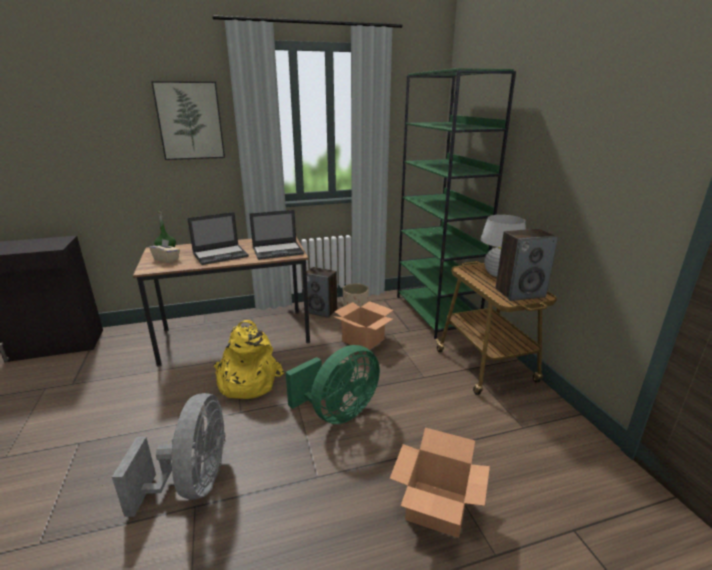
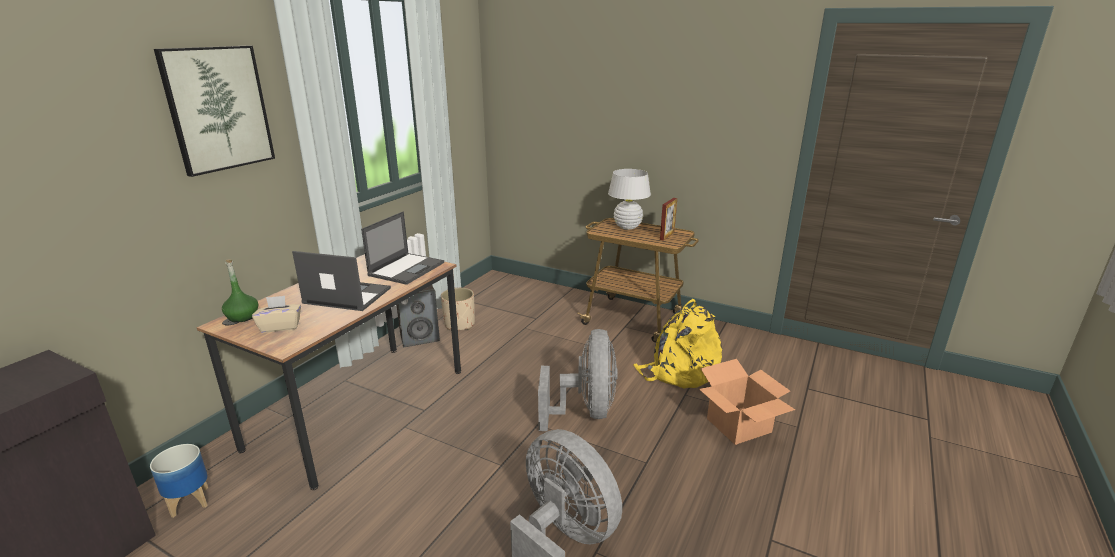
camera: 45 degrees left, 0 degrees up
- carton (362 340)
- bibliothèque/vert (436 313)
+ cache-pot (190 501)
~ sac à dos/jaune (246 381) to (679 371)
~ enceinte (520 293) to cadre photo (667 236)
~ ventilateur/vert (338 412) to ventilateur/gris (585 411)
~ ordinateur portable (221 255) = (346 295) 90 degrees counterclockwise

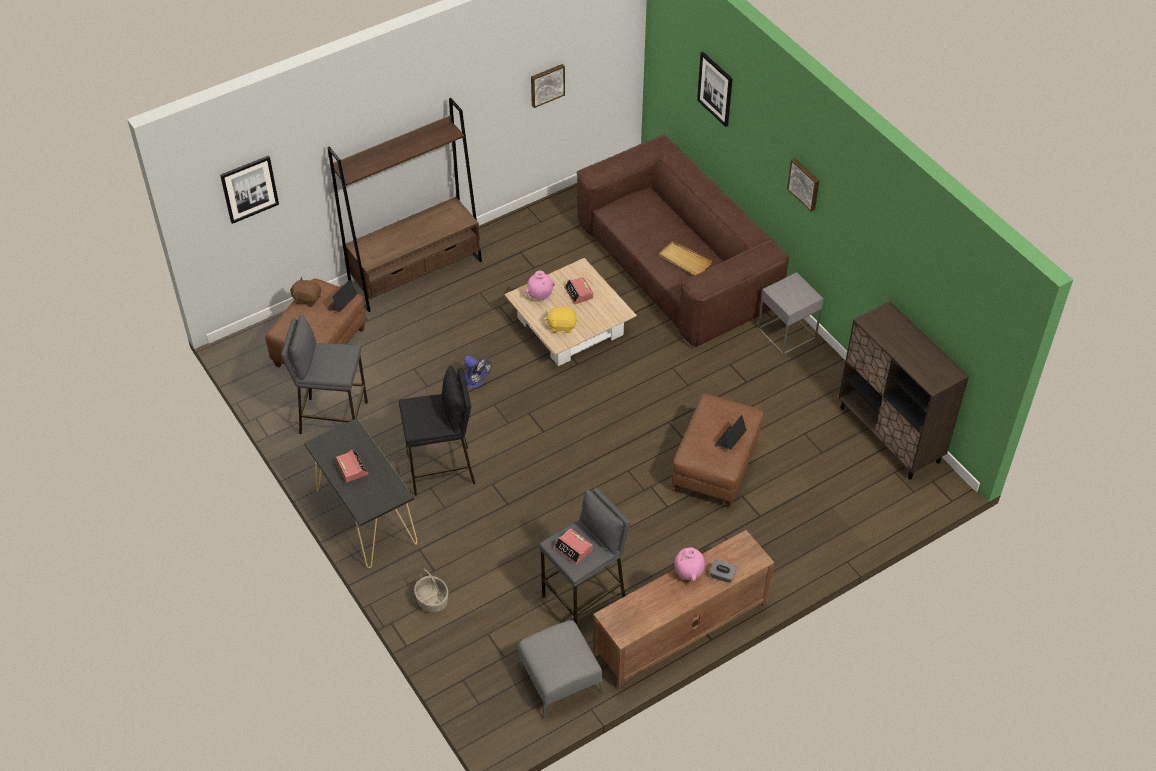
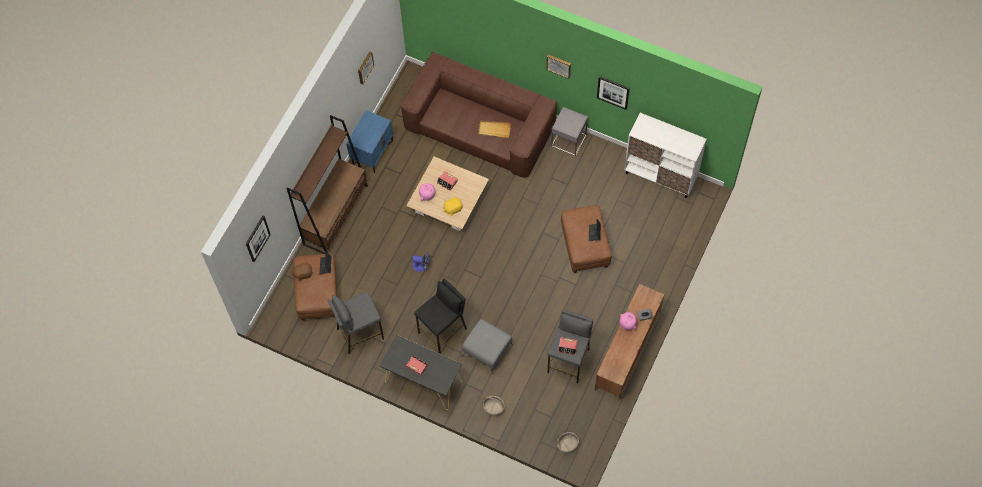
camera: 30 degrees left, 15 degrees up
+ table de chevet/bleu (372 152)
+ panier (567 445)
~ pouf/gris (560 678) to (487 350)
~ tableau (715 89) to (613 92)
~ meuble de rangement/marron (890 435) to meuble de rangement/blanc (660 176)

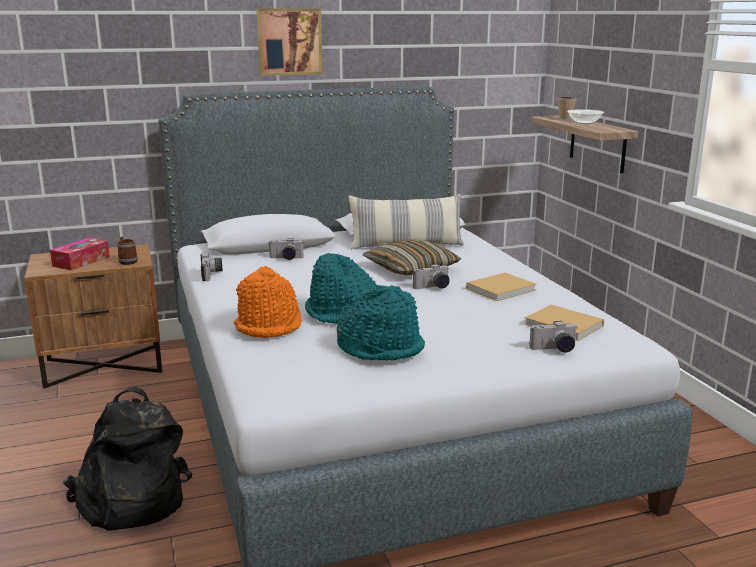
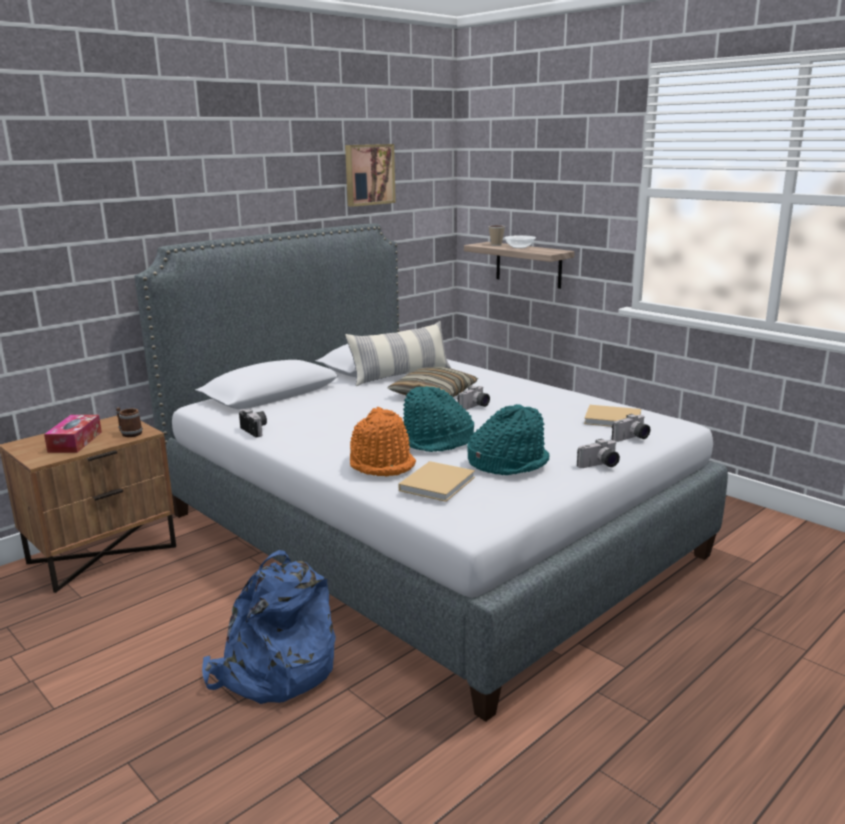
camera: 25 degrees left, 0 degrees up
~ tableau (289 41) to (368 174)
~ appareil photo (285 258) to (600 466)
~ livre/beige (502 289) to (438 483)
~ sac à dos/noir (130 501) to sac à dos/bleu (274 671)

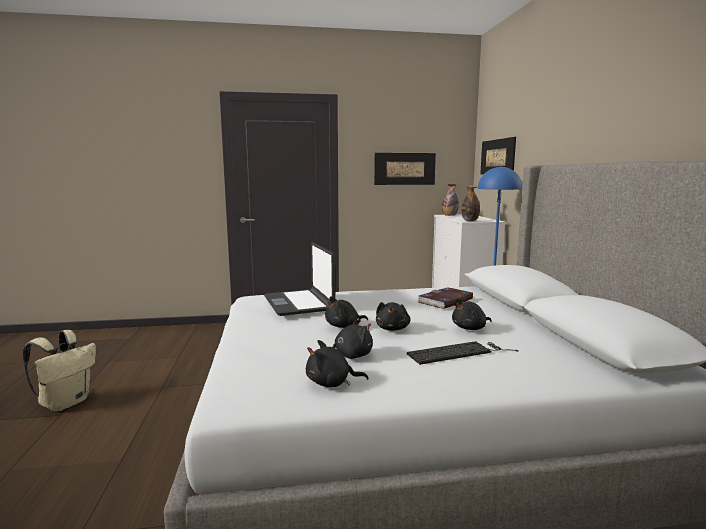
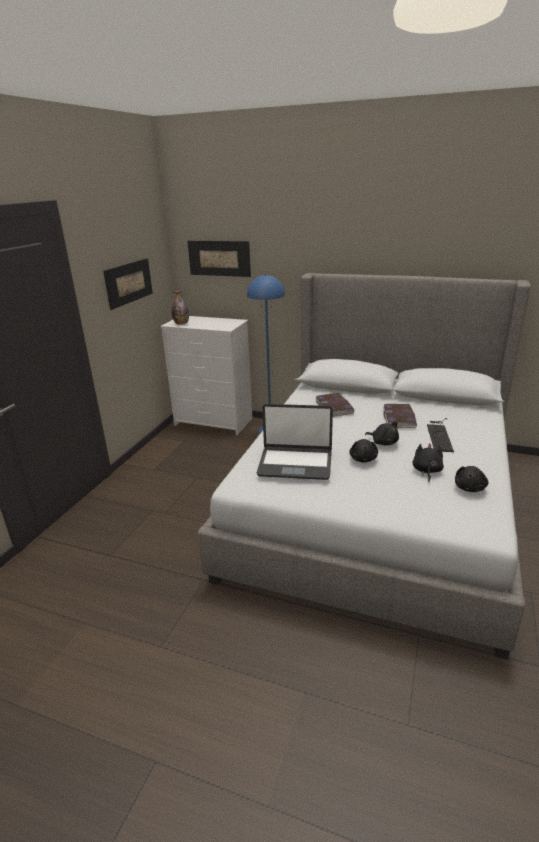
camera: 60 degrees left, 15 degrees up
- sac à dos/beige (66 402)
- bouteille (470 220)
~ peluche/noir (470 328) to livre (399 418)

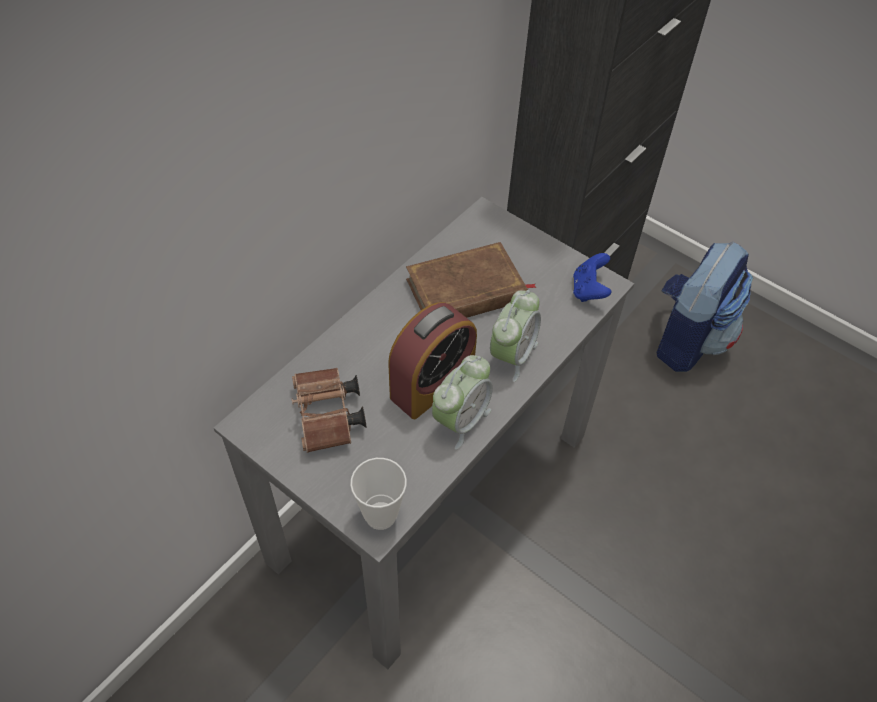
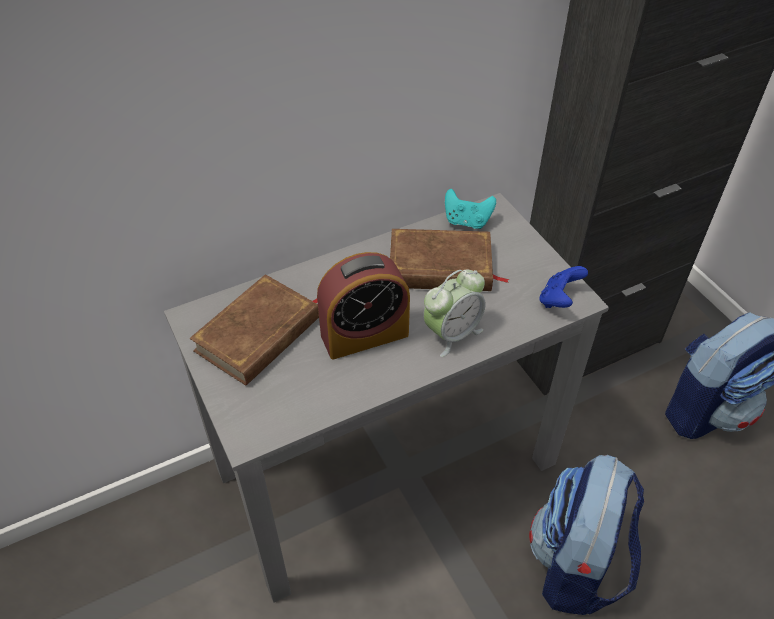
camera: 25 degrees right, 5 degrees down
- tasse (380 515)
- réveil (460 420)
+ manette/turquoise (467 221)
+ sac à dos (576 565)
~ jumelles/marron (328 419) to livre/marron (259 334)

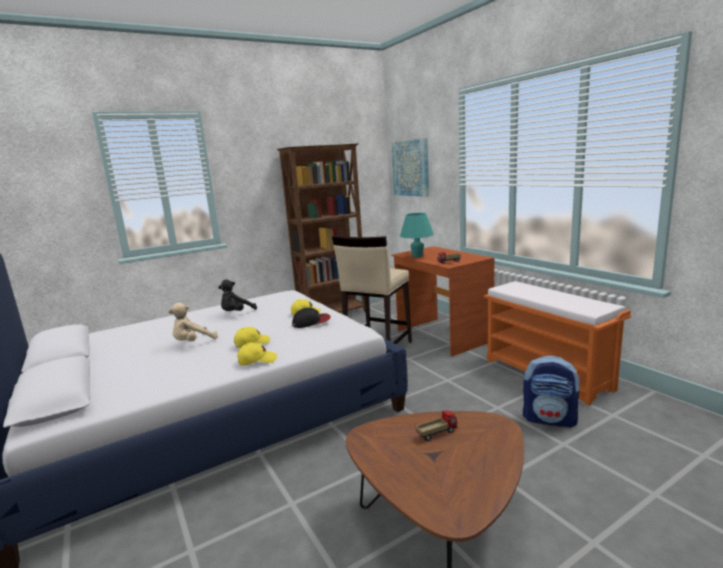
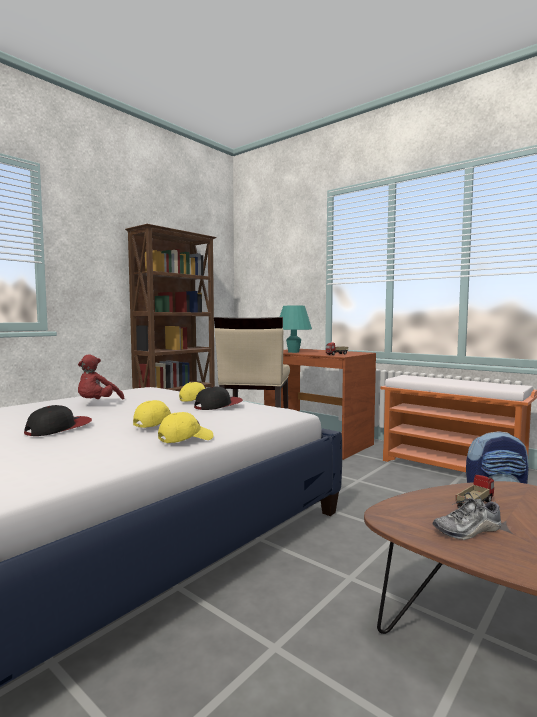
camera: 20 degrees left, 10 degrees down
- tableau (411 168)
+ chaussure (468 530)
~ peluche/beige (193 342) to casquette (59 428)
~ peluche/noir (236 313) to peluche/rouge (97 403)

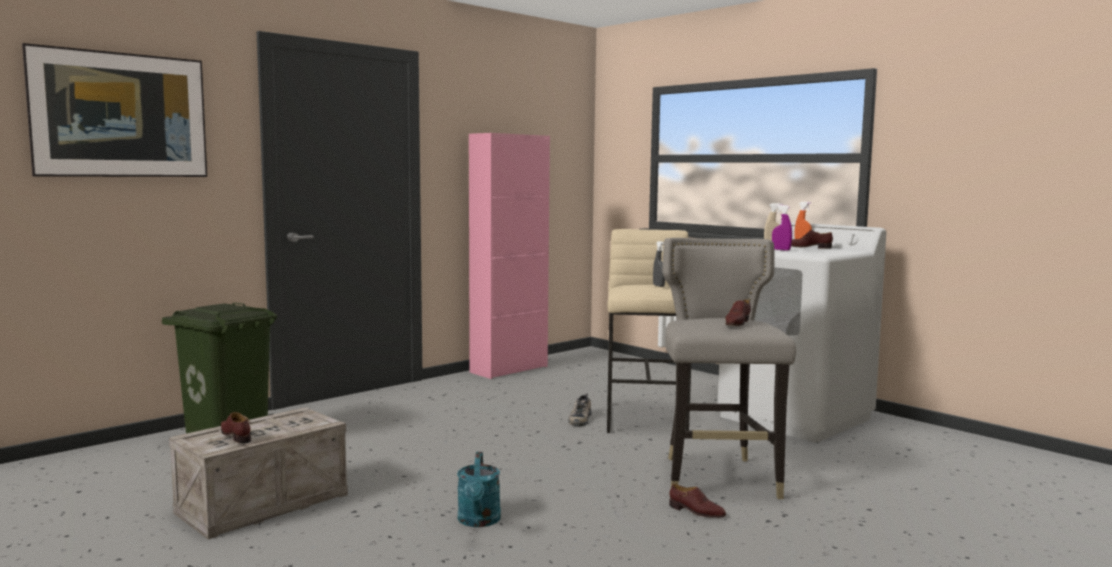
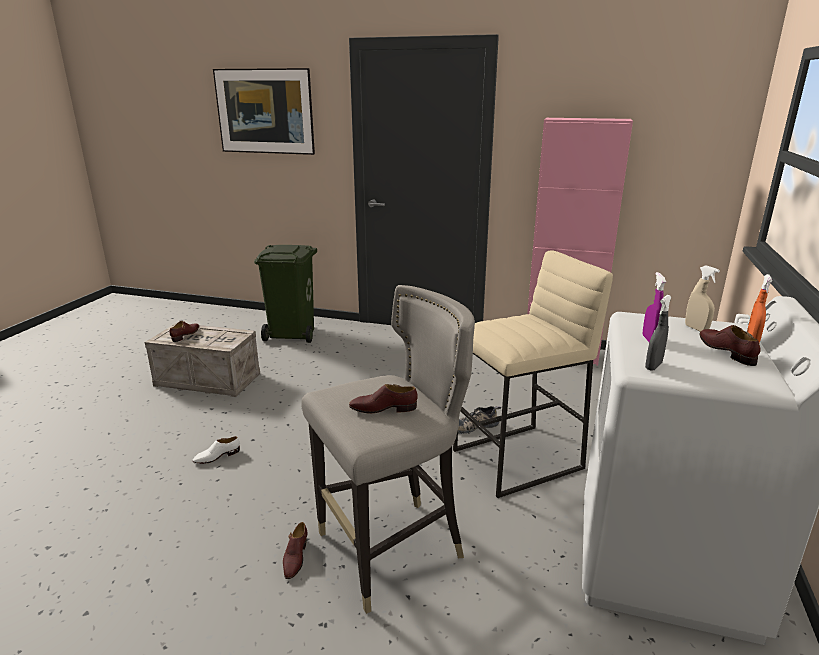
camera: 60 degrees right, 15 degrees up
~ vaporisateur/gris (658 286) to (653 366)
~ arrosoir/turquoise (479 521) to chaussure/blanc (217 456)

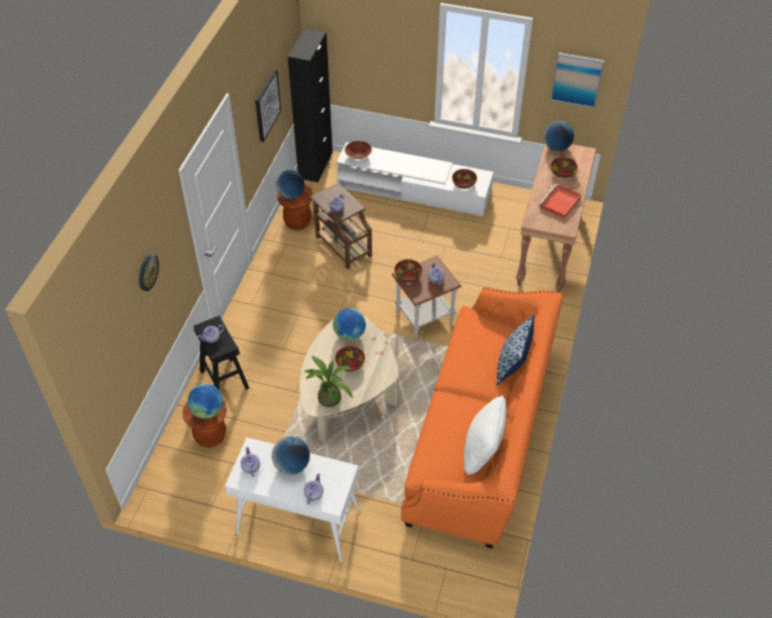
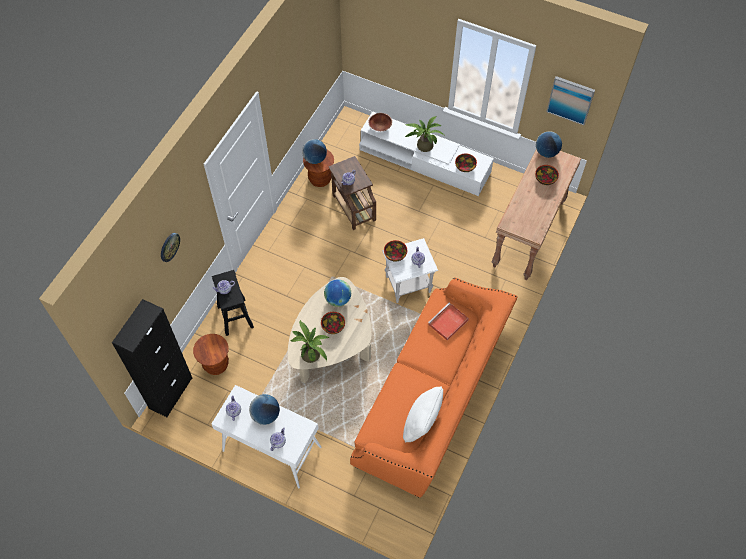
camera: 10 degrees right, 10 degrees up
- globe (207 411)
- tableau (266 105)
- coussin (512 366)
+ plante en pot (423 145)
~ meuble de rangement/noir (315 165) to (171 393)
~ plateau/rouge (559 203) to (448 323)
~ table d'appoint/marron (424 317) to table d'appoint/blanc (407 284)

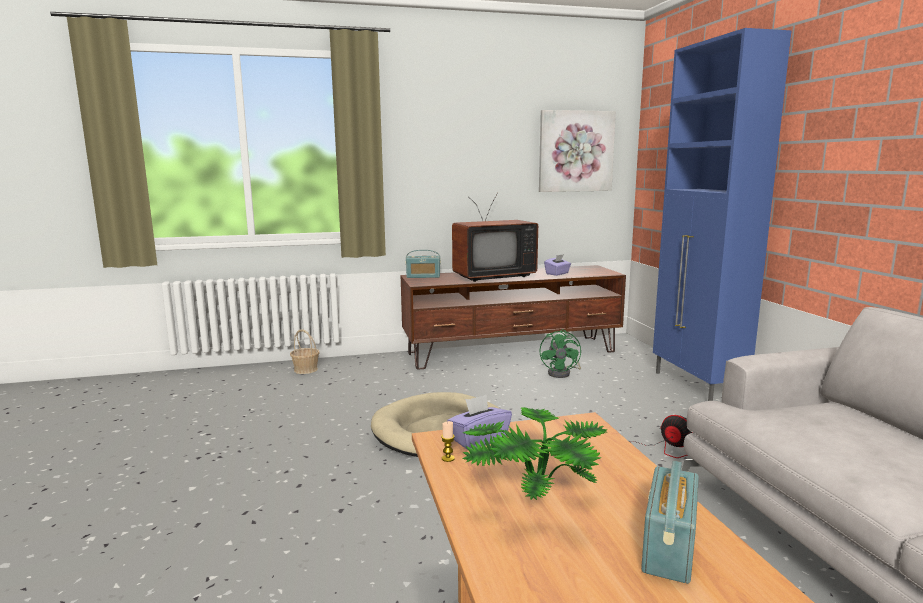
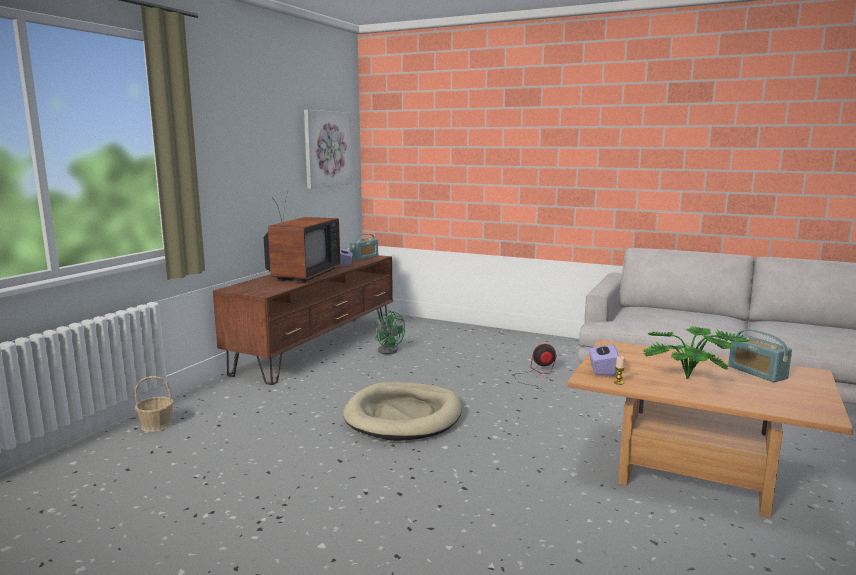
camera: 50 degrees left, 0 degrees up
- meuble de rangement/bleu (697 386)
~ radio (423 276) to (364 257)

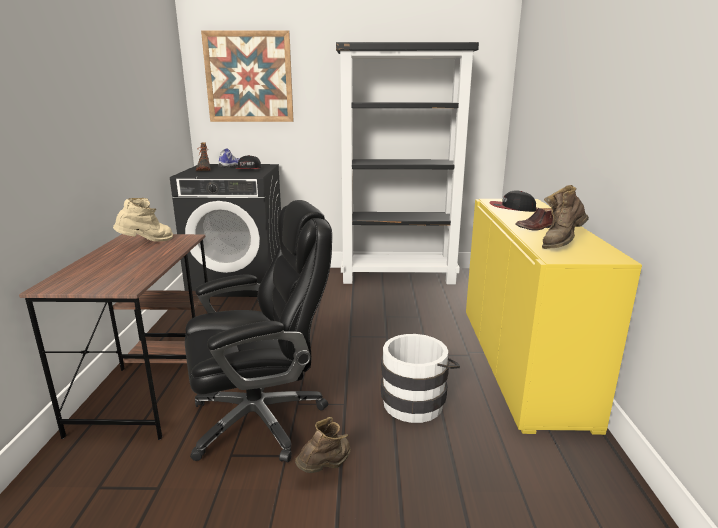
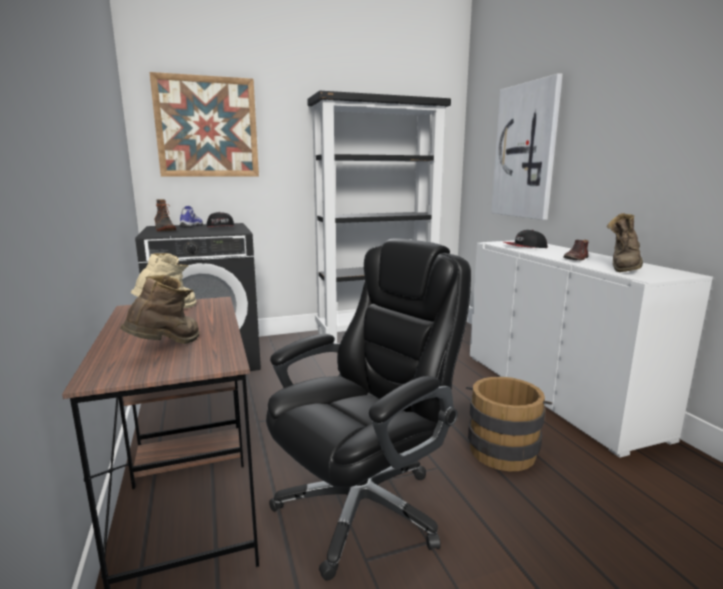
camera: 20 degrees left, 5 degrees down
+ tableau (525 151)
~ botte/marron (326 467) to (168 348)
~ seau/blanc (416 400) to seau/marron (503 447)
~ meuble de rangement/jaune (521 362) to meuble de rangement/blanc (555 392)

